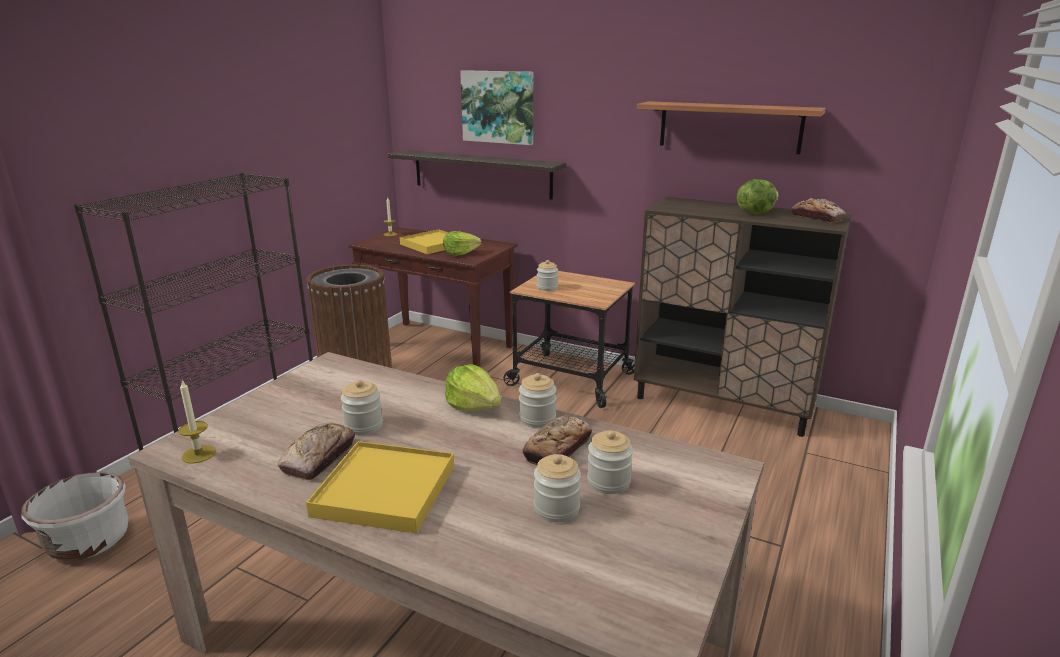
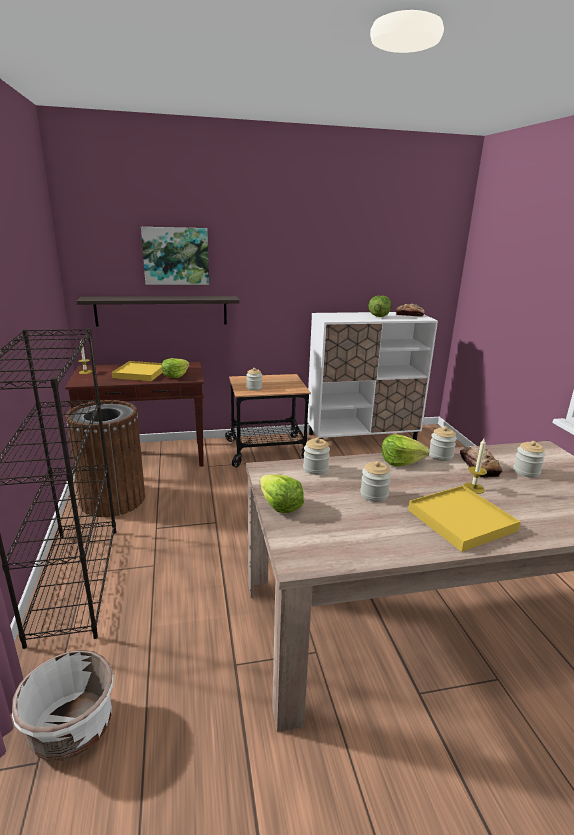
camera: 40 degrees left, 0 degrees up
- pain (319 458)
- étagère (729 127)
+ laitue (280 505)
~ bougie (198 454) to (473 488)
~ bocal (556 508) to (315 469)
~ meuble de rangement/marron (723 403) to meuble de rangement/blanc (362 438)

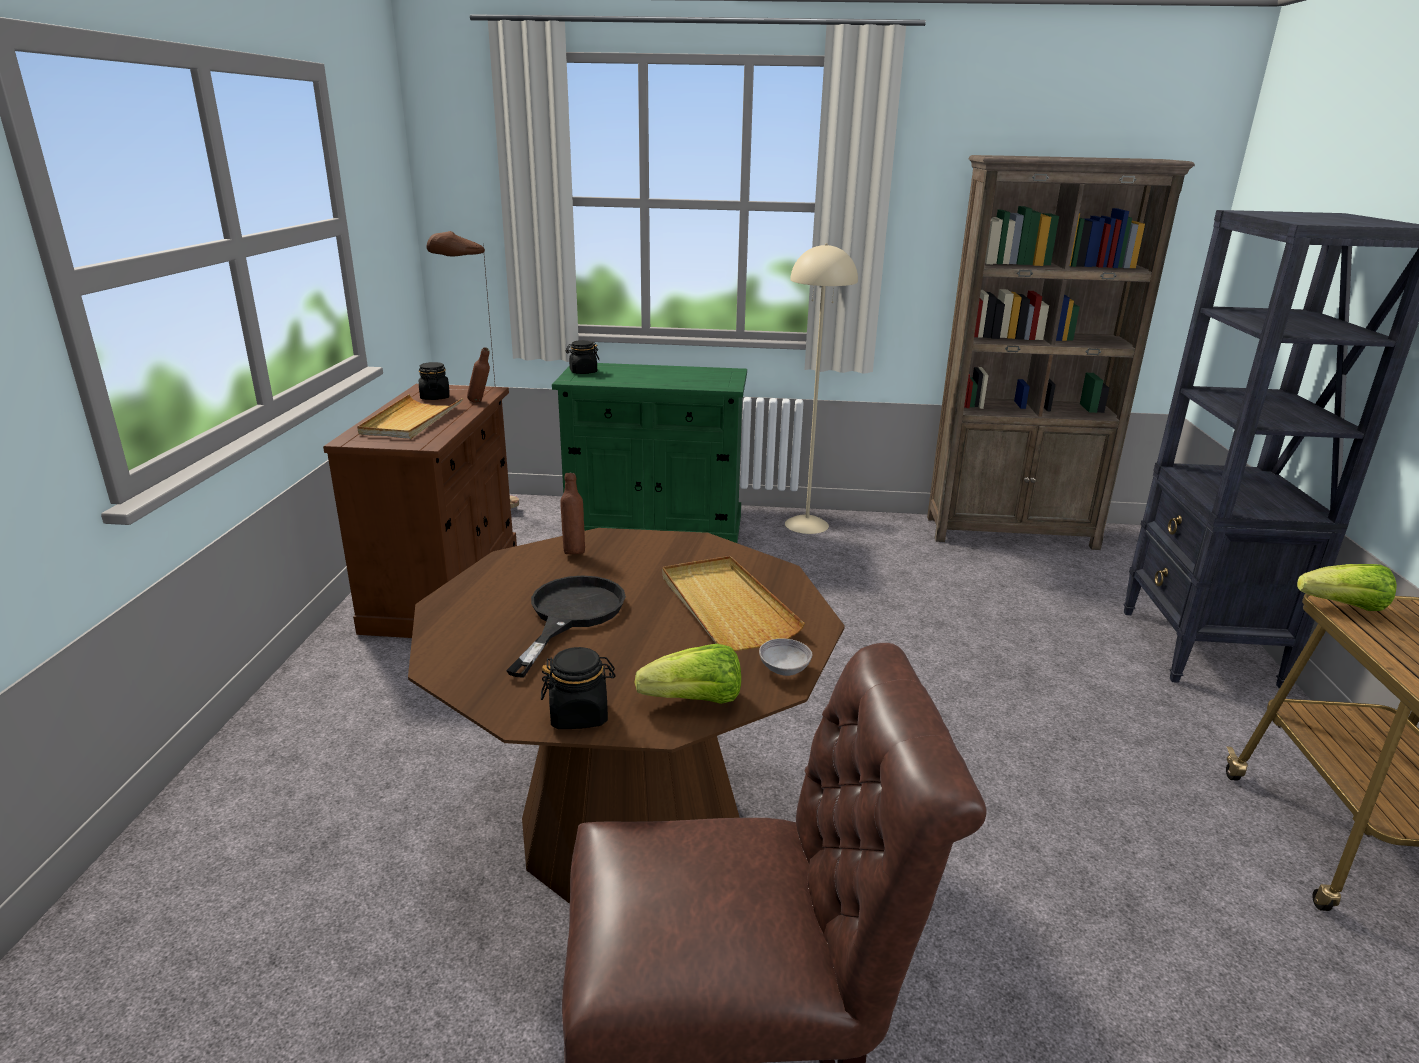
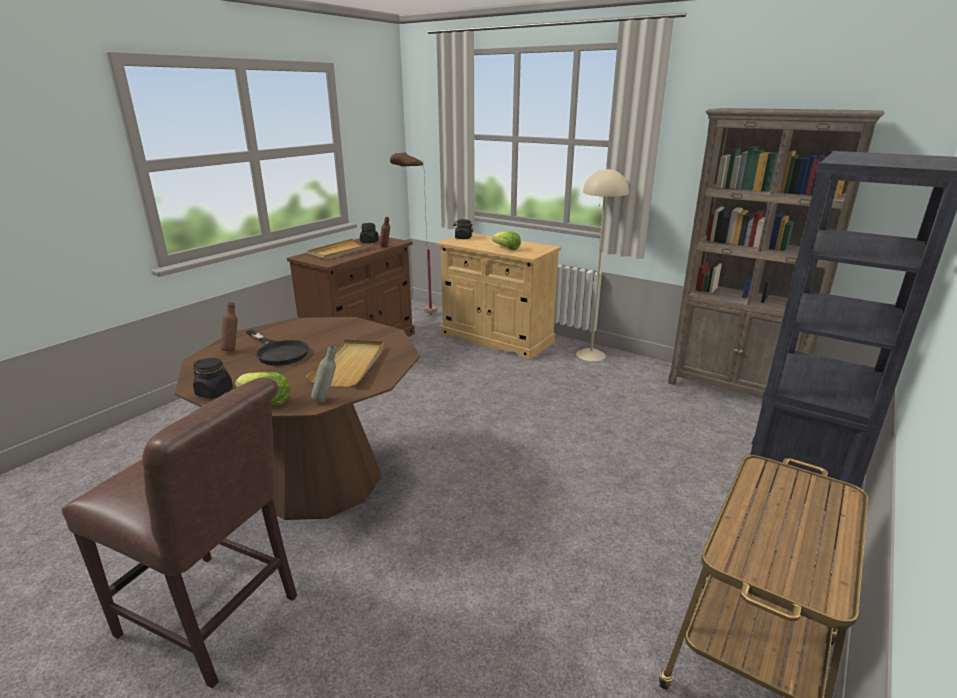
camera: 30 degrees right, 0 degrees up
~ bouteille/marron (574 551) to (233 349)
~ laitue (1344 606) to (506 248)
~ bol/gris (784 669) to bouteille/gris (327 399)
~ meuble de rangement/vert (654 528) to meuble de rangement/beige (496 338)
~ poêle/noir (570 615) = (278 352) 90 degrees clockwise

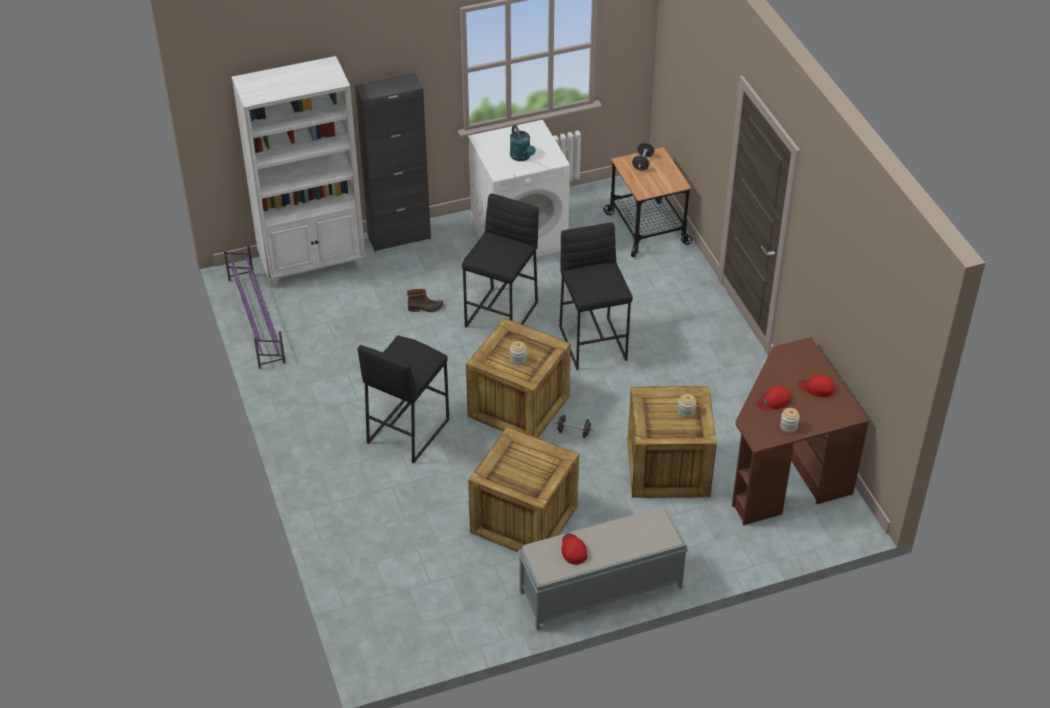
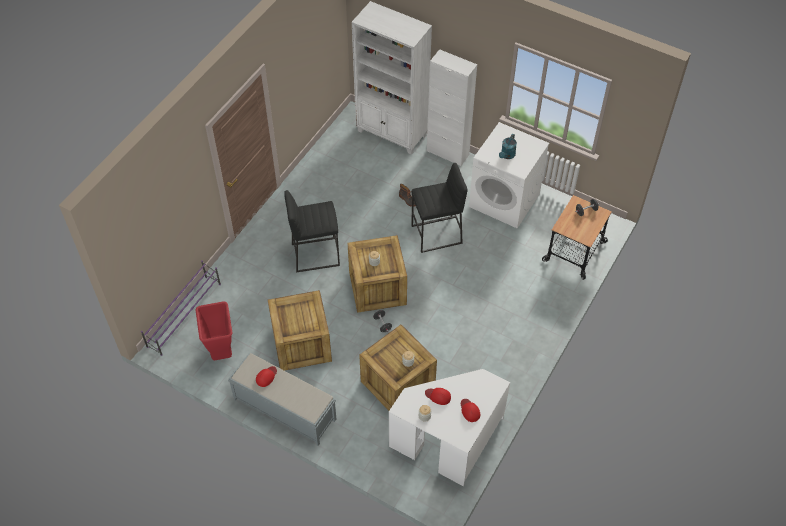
camera: 50 degrees right, 10 degrees up
- tabouret/noir (593 343)
+ poubelle/rouge (221 351)
~ étagère à chaussures/violet (256 319) to (185 315)
~ meuble de rangement/noir (399 237) to meuble de rangement/blanc (447 153)
~ bureau/marron (784 469) to bureau/blanc (449 440)

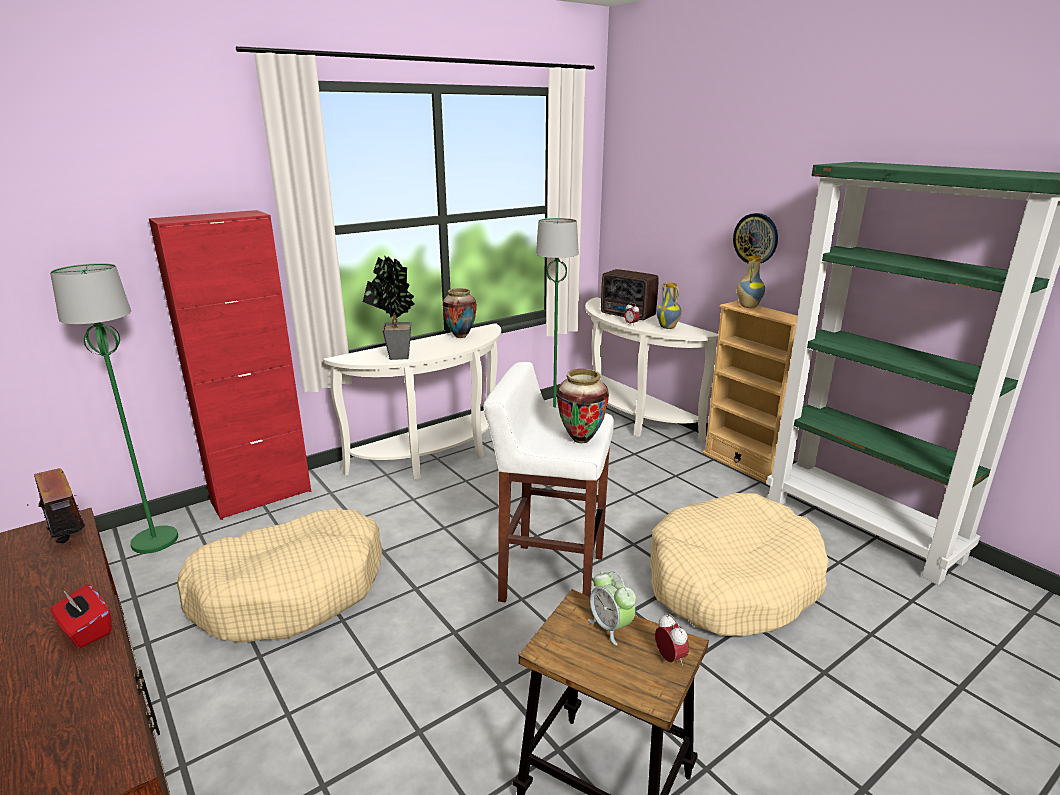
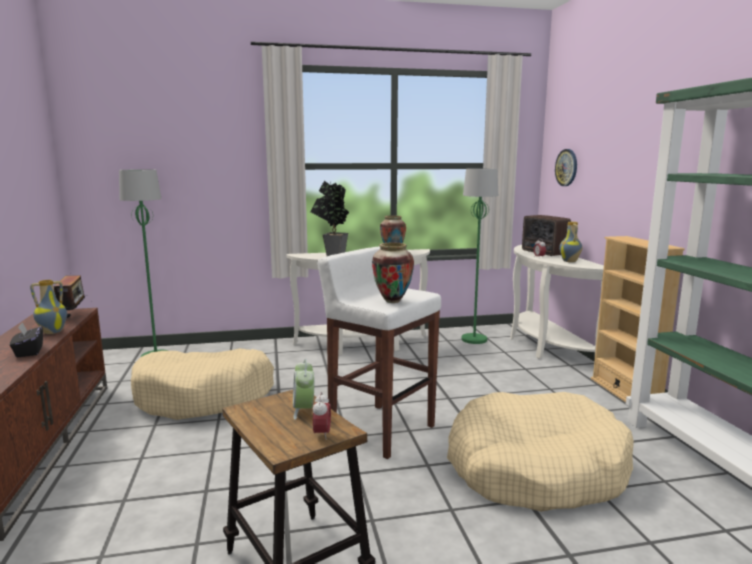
camera: 25 degrees right, 10 degrees down
- meuble de rangement/rouge (261 496)
~ horloge murale (756 238) to (566 167)
~ vase (747 306) to (53 332)
~ boîte à mouchoirs/rouge (86 631) to boîte à mouchoirs/noir (29 352)

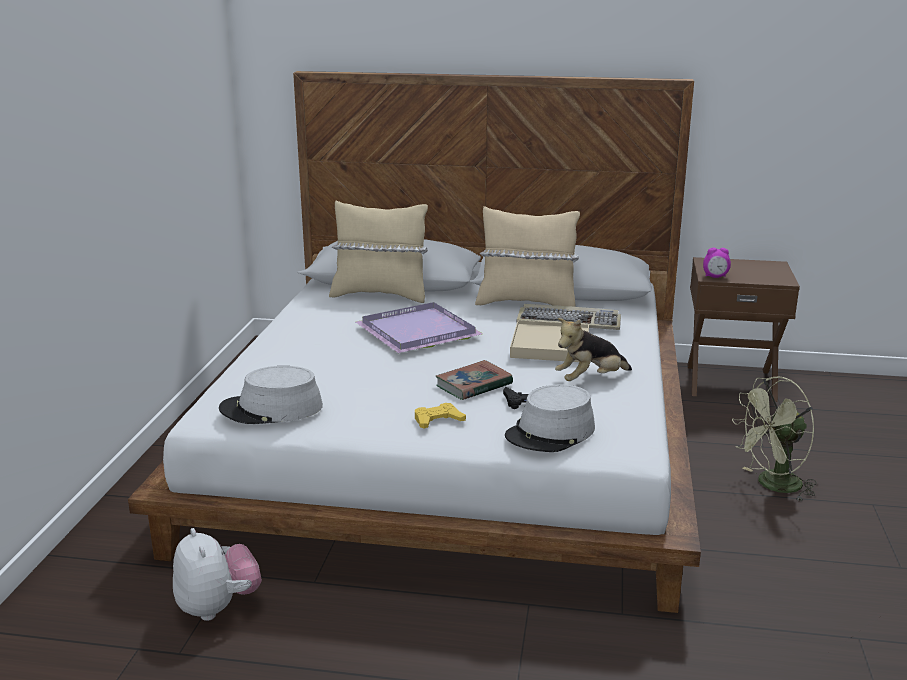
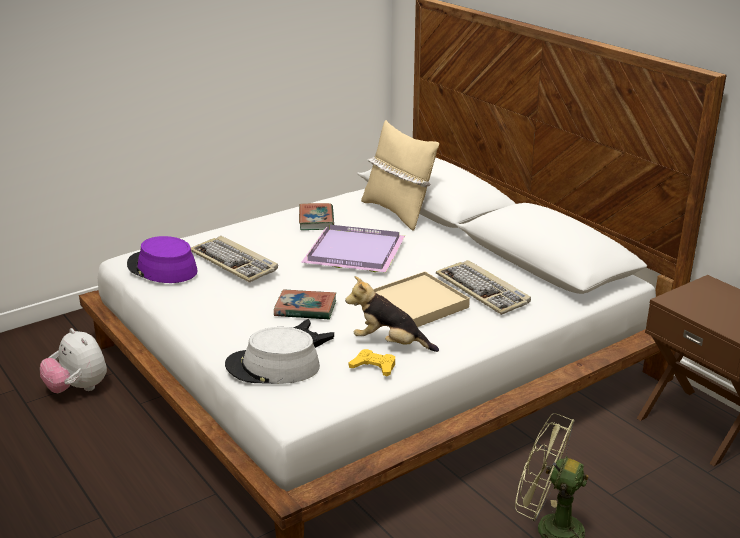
camera: 45 degrees right, 5 degrees up
- coussin/beige (526 303)
- réveil (715 277)
+ clavier (235 262)
+ livre (316 220)
~ manette/jaune (438 420) to (374 367)
~ chapeau/gris (271 409) to chapeau/violet (162 268)
~ peluche (218 607) = (78 389) 120 degrees clockwise

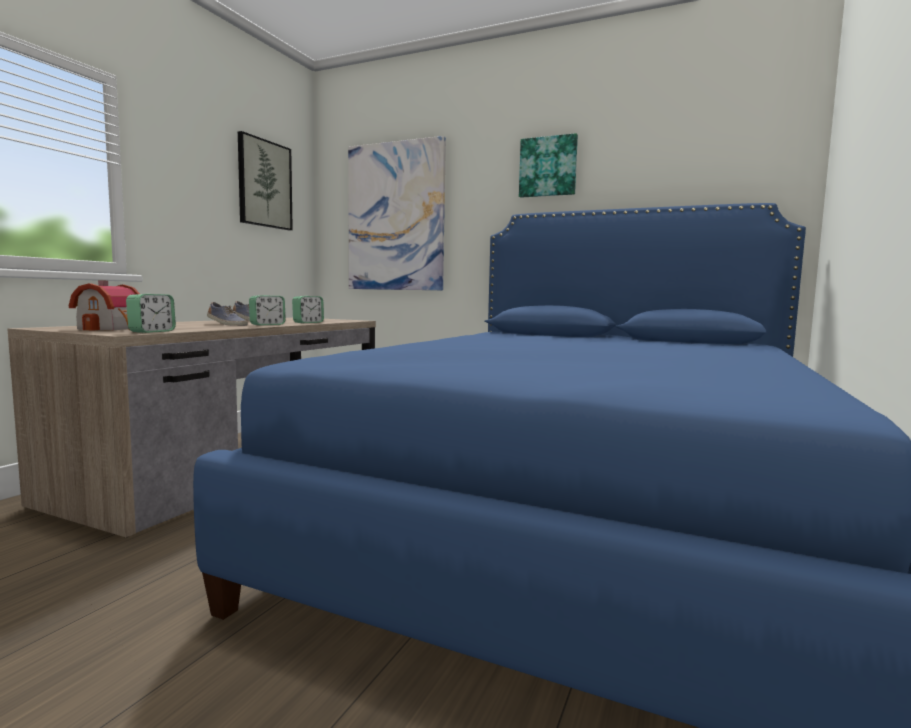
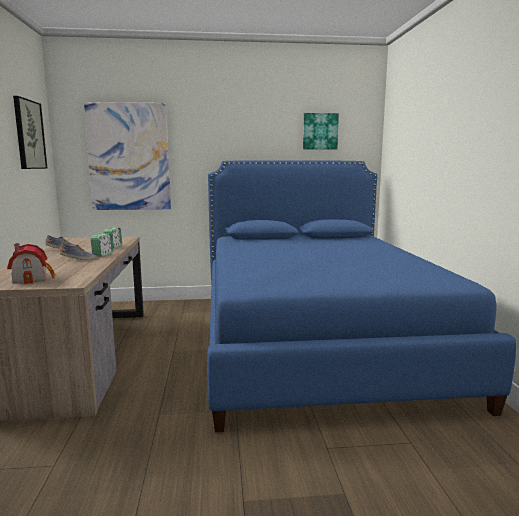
camera: 30 degrees left, 5 degrees up
- réveil (152 331)
~ tableau (548 167) to (320 131)

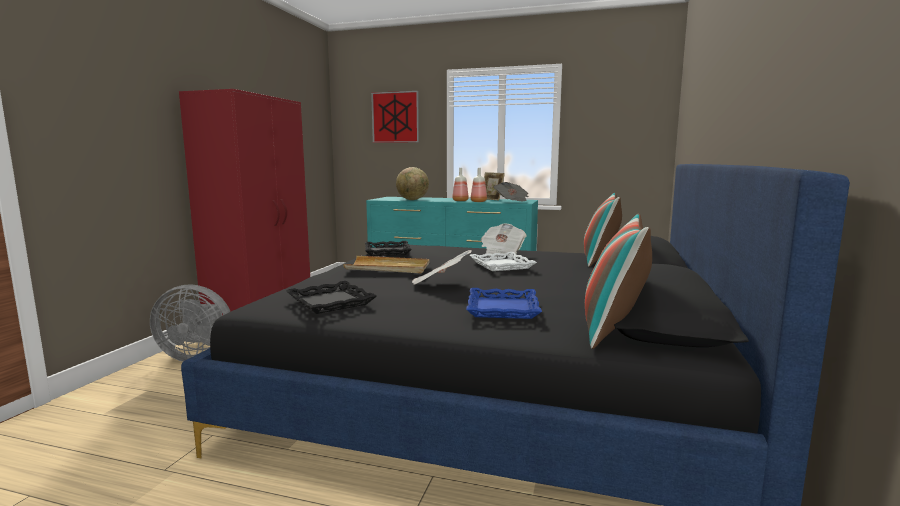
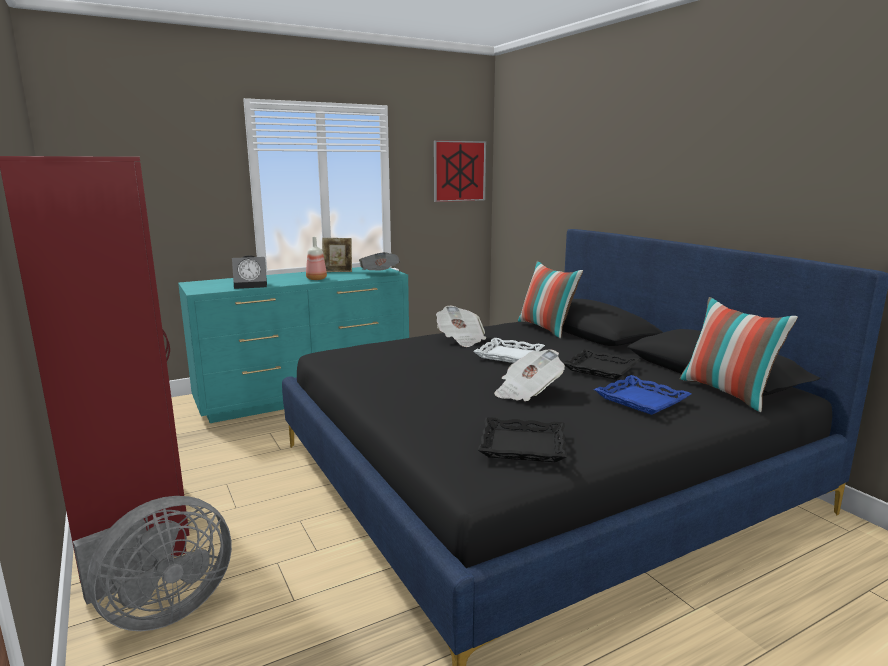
camera: 45 degrees left, 5 degrees up
- plateau/beige (388 268)
- bouteille (478 201)
~ plateau/noir (388 252) to (601 369)
~ tableau (395 117) to (459 171)
~ globe (412 200) to réveil (252 285)

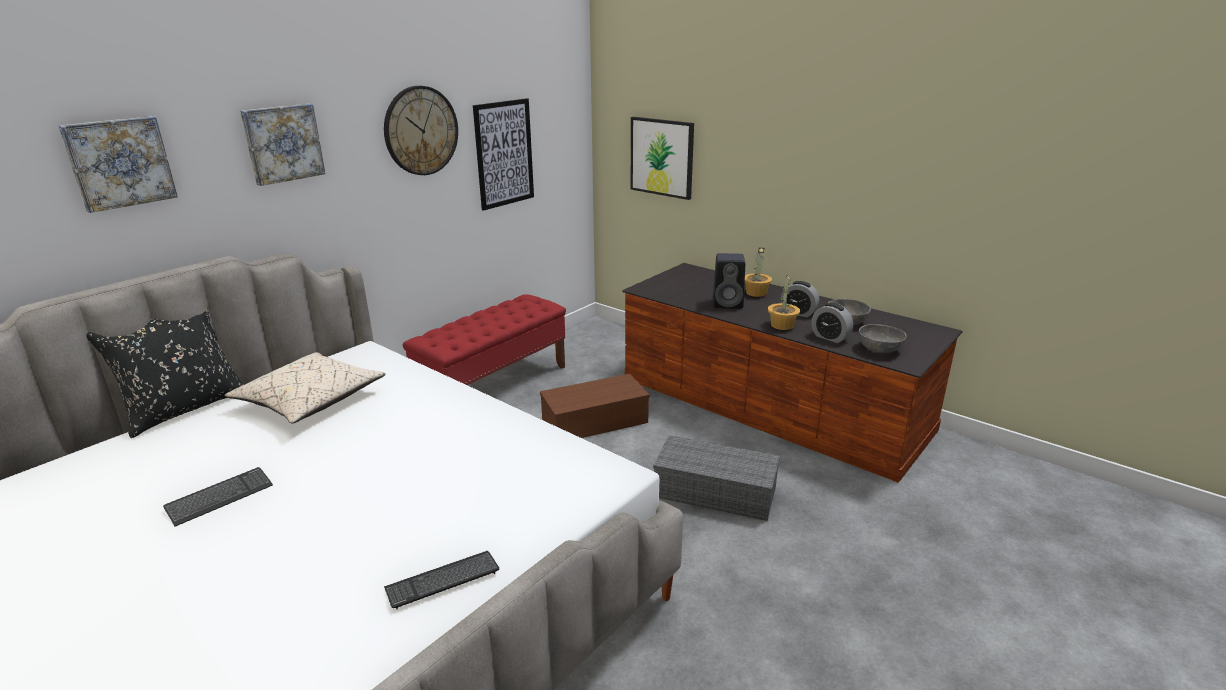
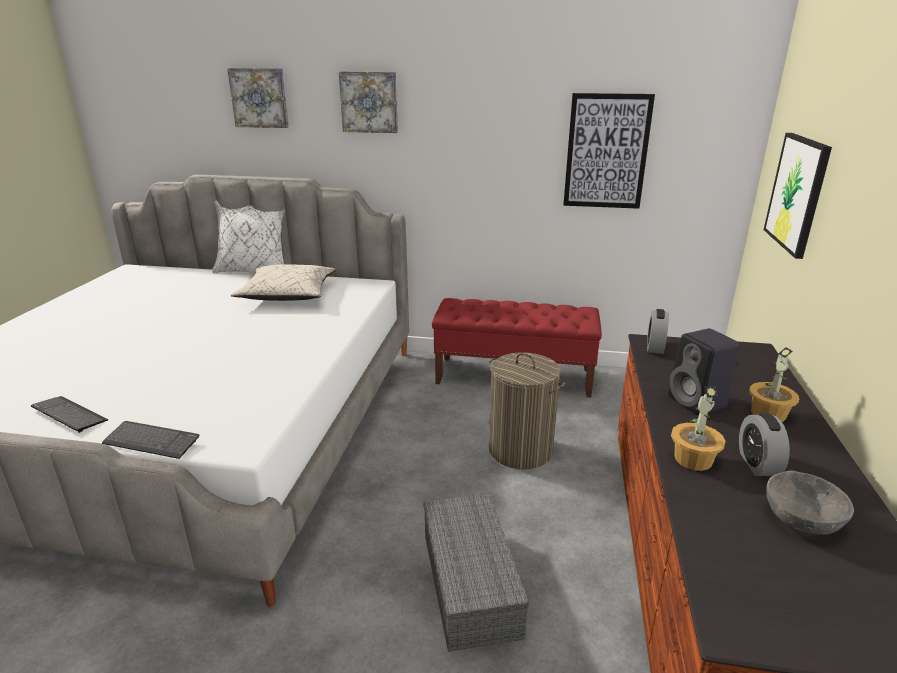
camera: 60 degrees right, 0 degrees up
- horloge murale (421 131)
- bol/gris (879 349)
~ clavier (220 497) to (151 441)
~ réveil (830 337) to (654 347)
~ boîte de rangement/marron (595 420) to panier à linge (520 450)
~ coussin/noir (184 409) to coussin/blanc (254 271)

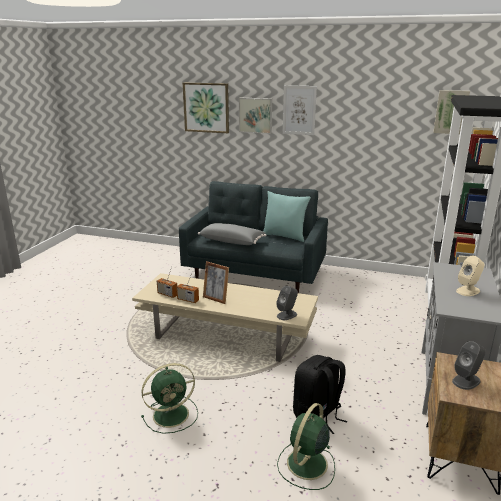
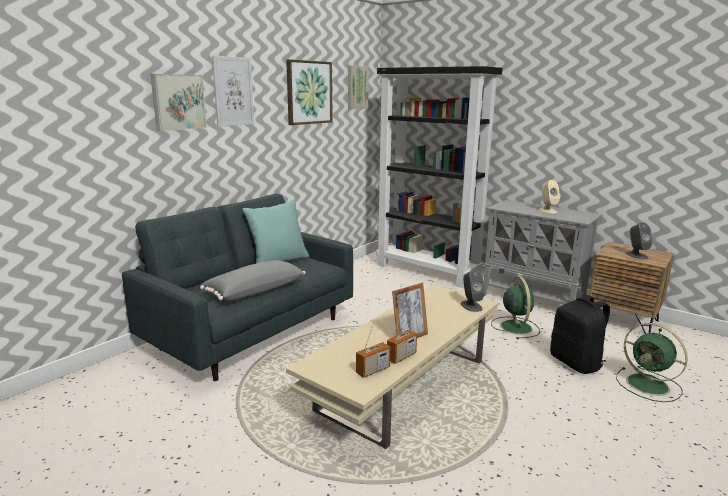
camera: 70 degrees left, 5 degrees down
~ ventilateur/vert (172 414) to (515 327)
~ tableau (206 107) to (309 92)

